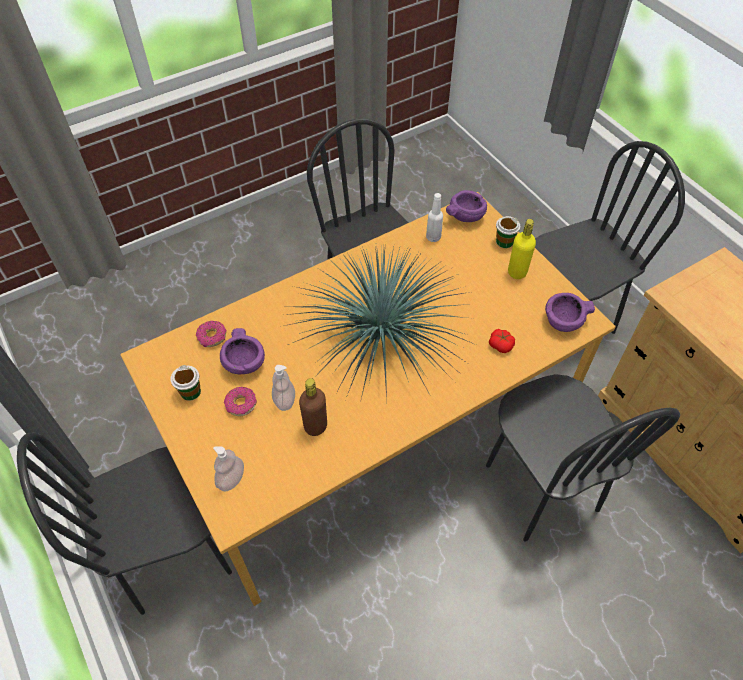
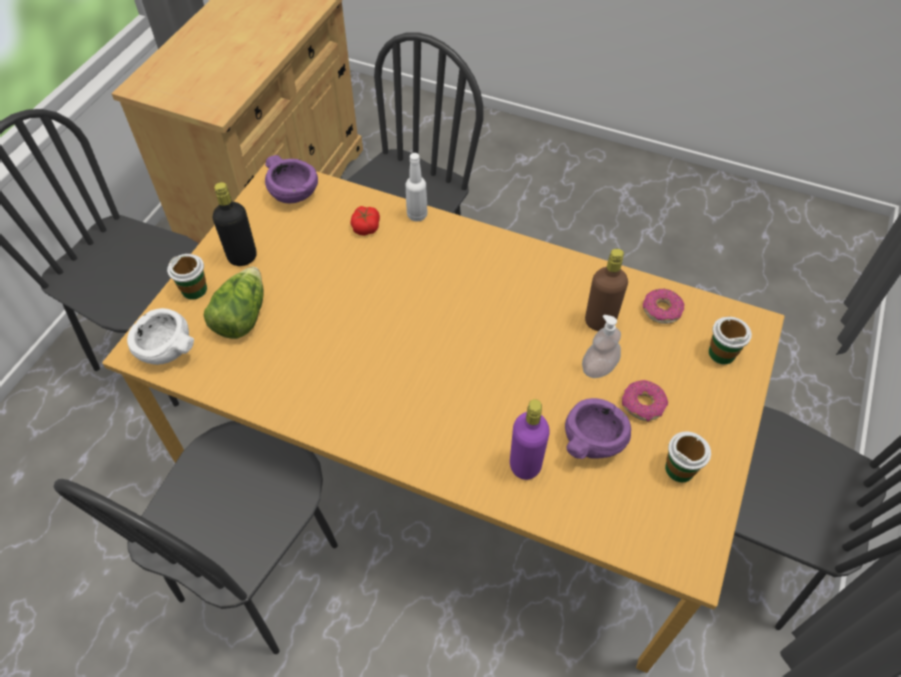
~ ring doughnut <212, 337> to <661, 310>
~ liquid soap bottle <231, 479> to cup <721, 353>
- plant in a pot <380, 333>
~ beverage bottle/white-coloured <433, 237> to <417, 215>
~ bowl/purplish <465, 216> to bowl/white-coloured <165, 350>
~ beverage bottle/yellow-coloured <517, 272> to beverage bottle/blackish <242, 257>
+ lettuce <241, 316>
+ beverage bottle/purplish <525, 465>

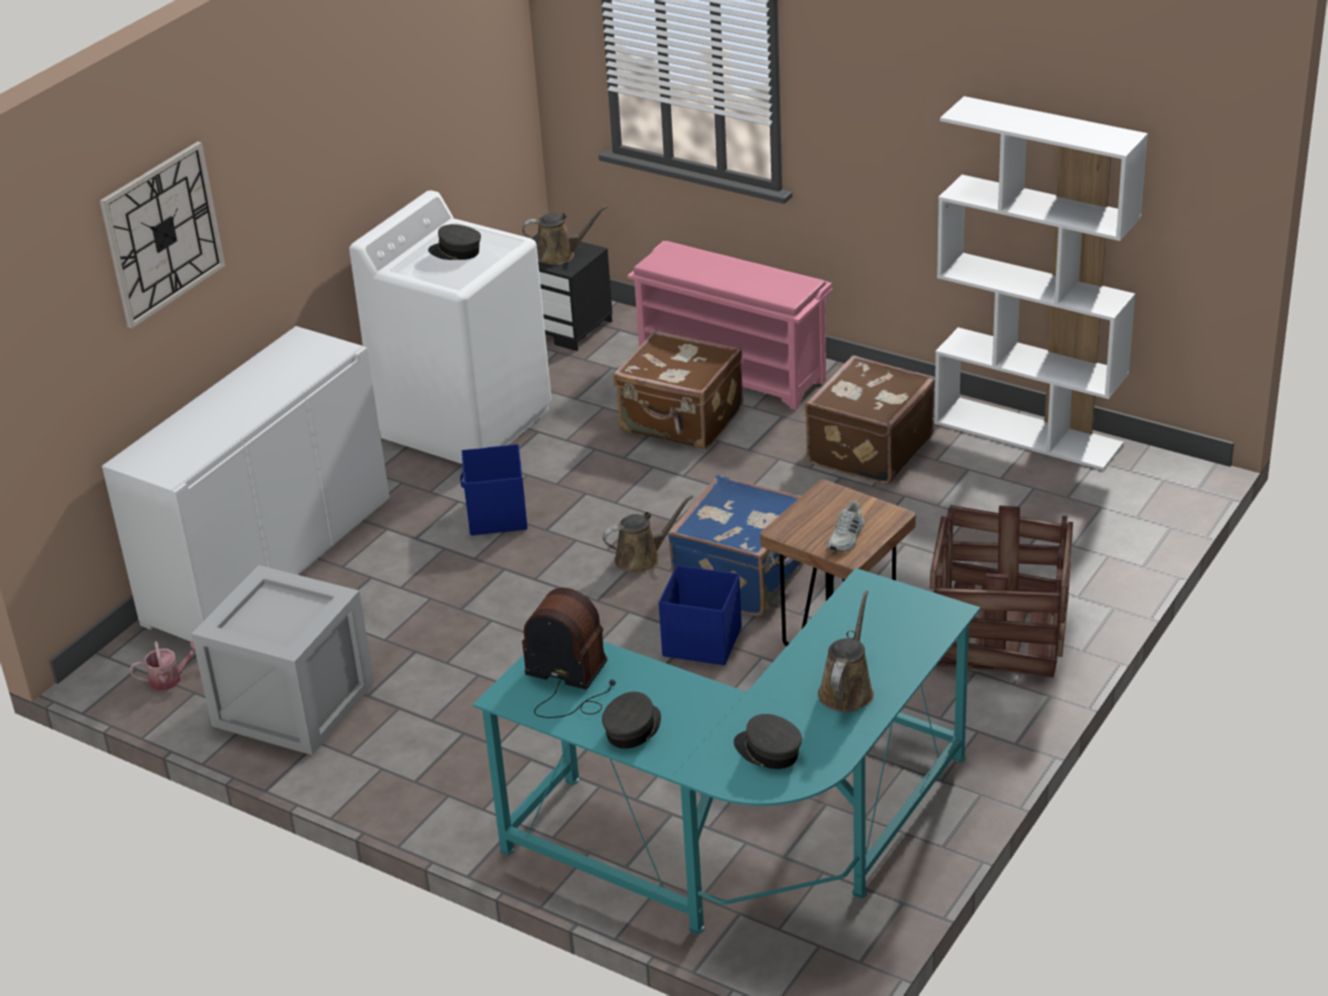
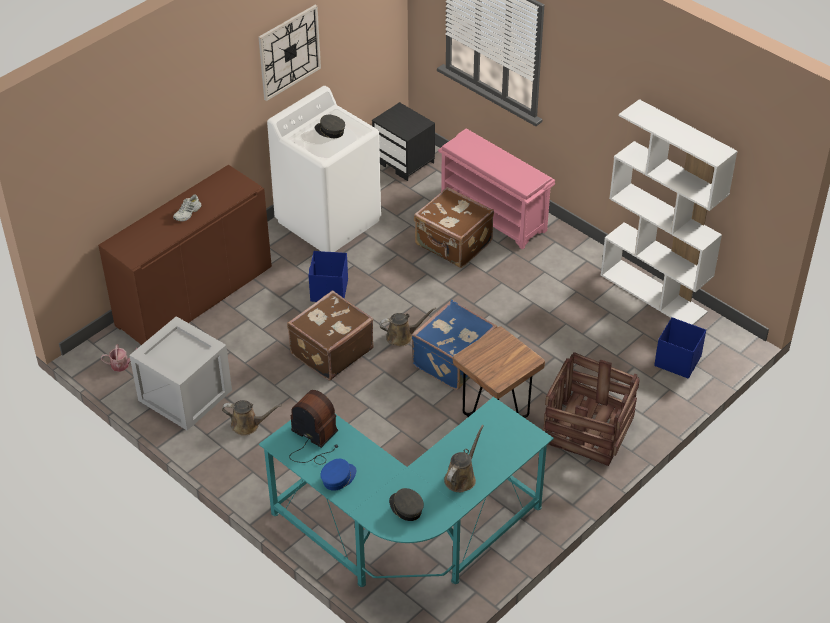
~ wall clock <162, 233> to <289, 52>
~ cupboard/white-coloured <269, 561> to cupboard/brown-coloured <194, 296>
~ watering pot/brown-coloured <559, 255> to <248, 425>
~ cap/gray <632, 729> to cap/blue-coloured <338, 478>
~ storage container/blue-coloured <701, 641> to <677, 361>
~ piece of luggage/brown-coloured <867, 450> to <330, 351>
~ shoe/white-coloured <847, 537> to <188, 213>

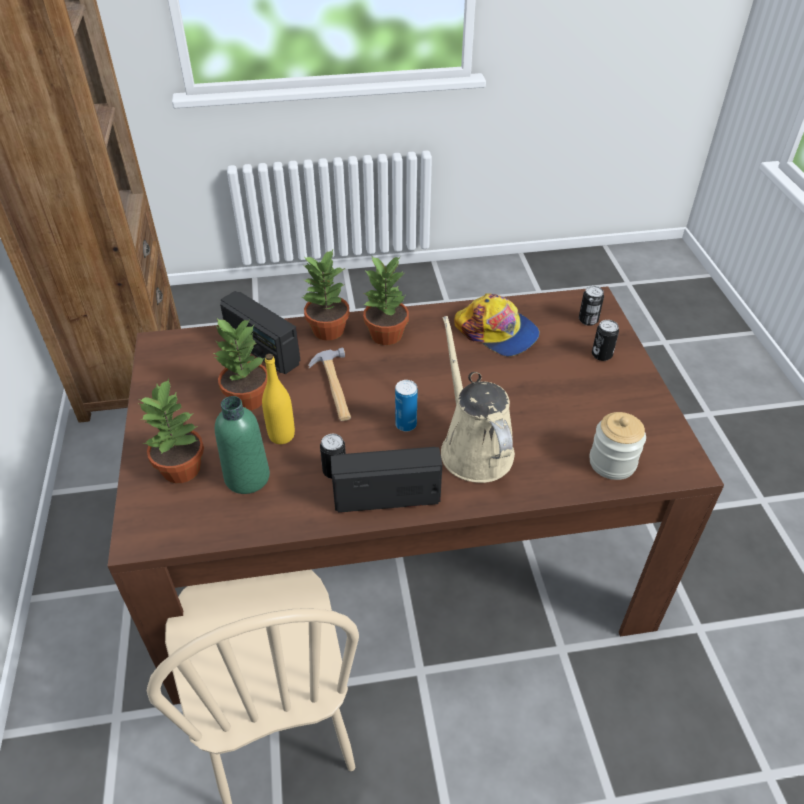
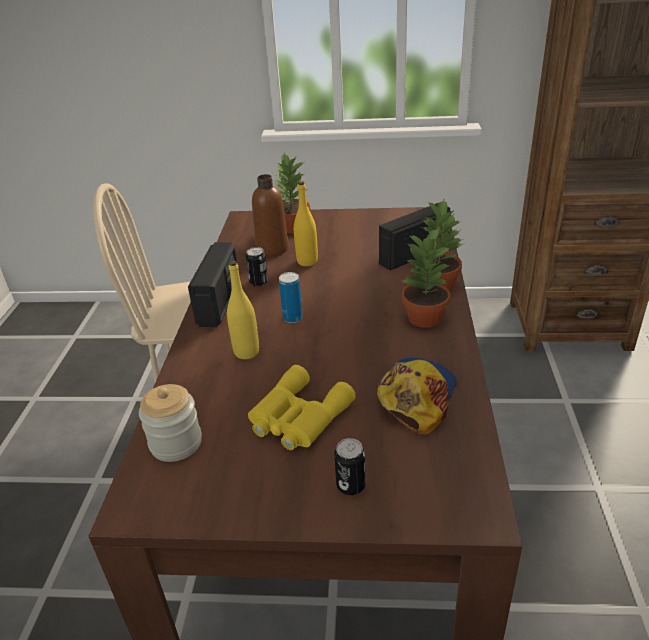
- plant in a pot <246, 399>
~ beverage bottle/green <247, 477> to beverage bottle/brown-coloured <272, 249>
- tool hammer <334, 387>
~ watering pot/sand-coloured <473, 447> to beverage bottle/yellow-coloured <246, 352>
~ cap <497, 332> = <416, 396> 150 degrees clockwise
- metal can <588, 320>
+ field glasses/yellow-coloured <297, 417>

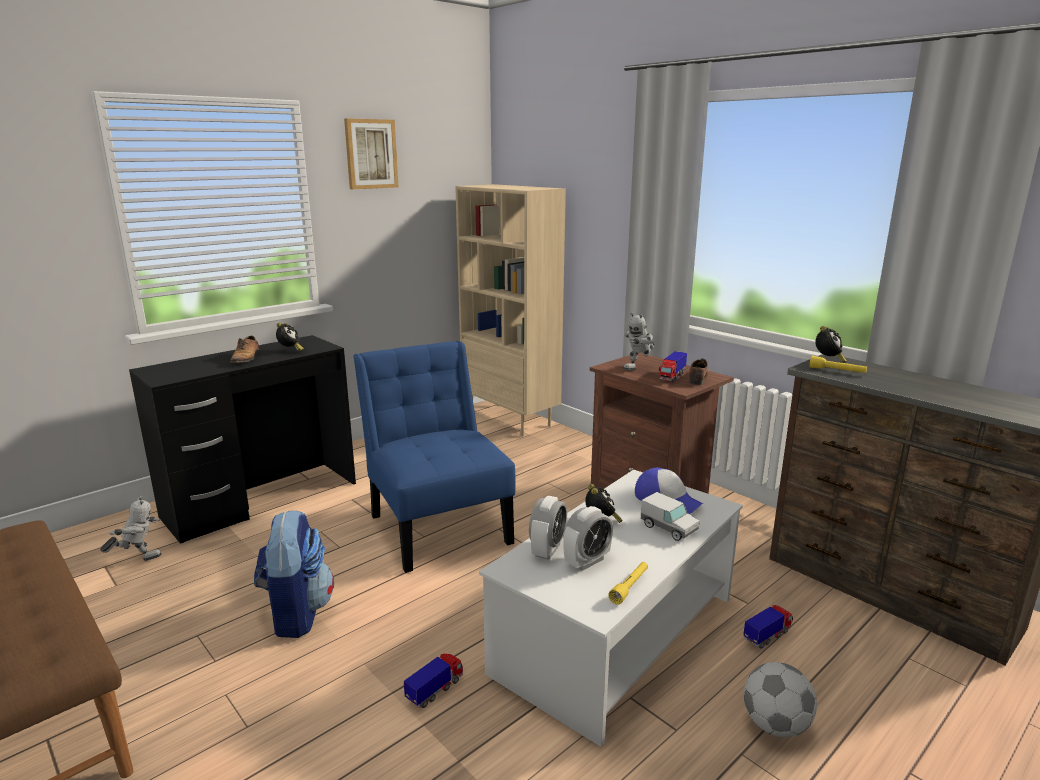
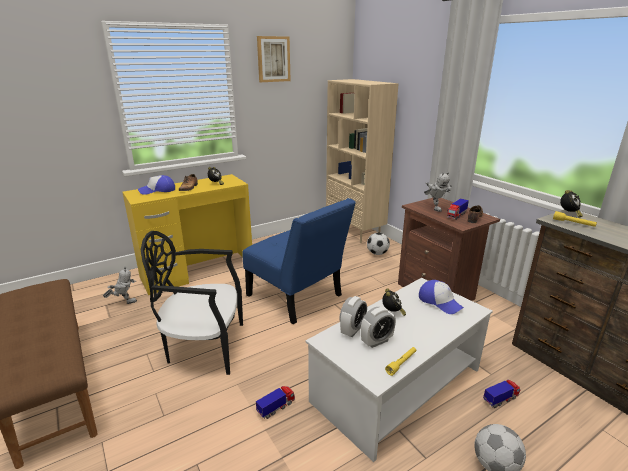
~ desk unit/blackish <261, 499> to desk unit/yellow-coloured <198, 271>
~ rucksack <296, 613> to upright chair/blackish <204, 347>
~ upright chair/blue-coloured <438, 525> = <297, 298> 150 degrees clockwise
~ toy robot <639, 368> = <435, 208> 75 degrees counterclockwise
- toy lorry <668, 528>
+ cap <158, 190>
+ football ball <377, 253>

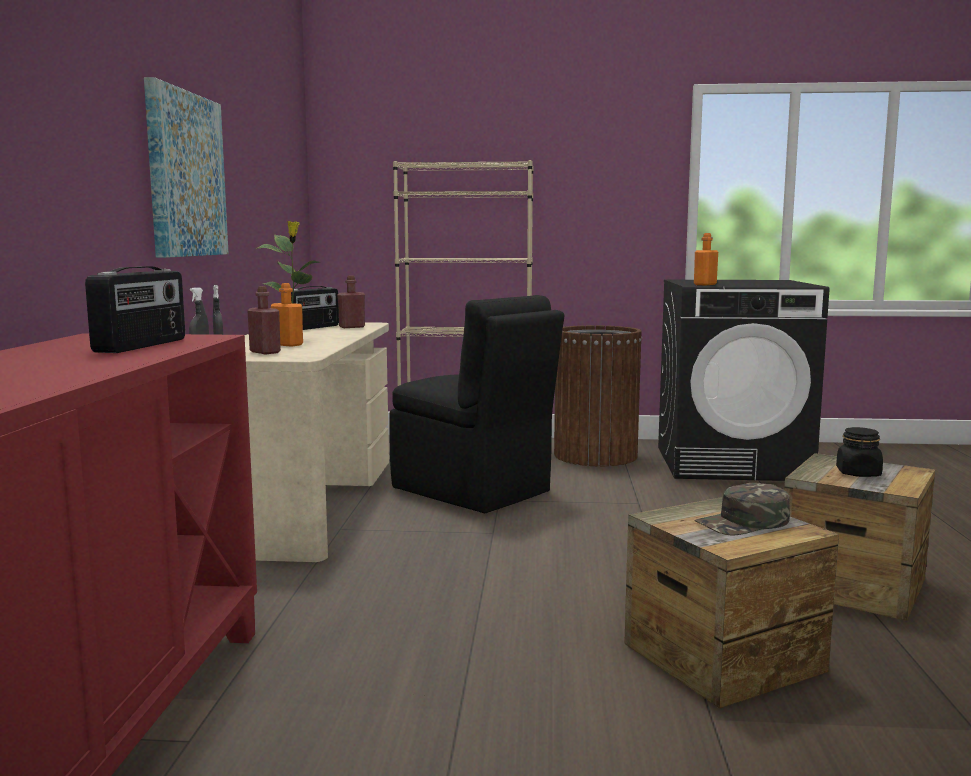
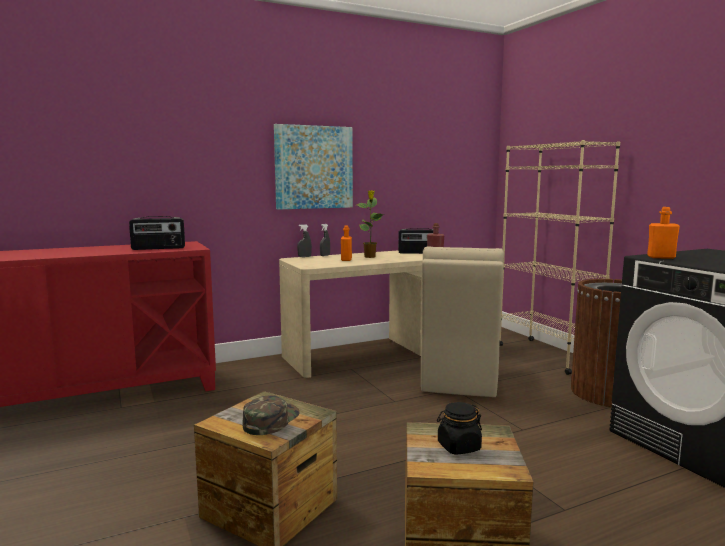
- beverage bottle/reddish <265, 352>
~ upright chair/blackish <473, 491> to upright chair/sand-coloured <459, 379>
~ cap/green <743, 523> = <270, 420> 75 degrees clockwise

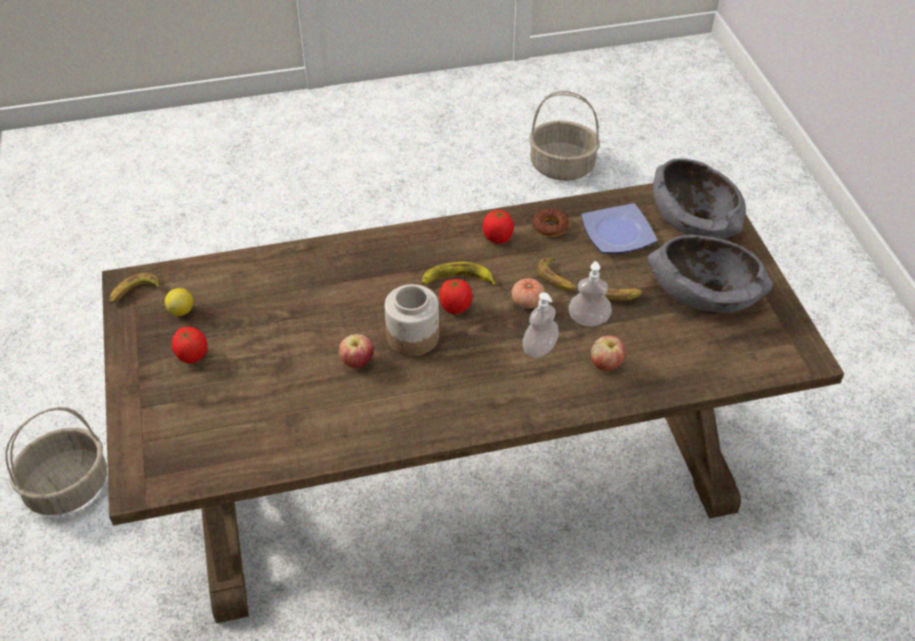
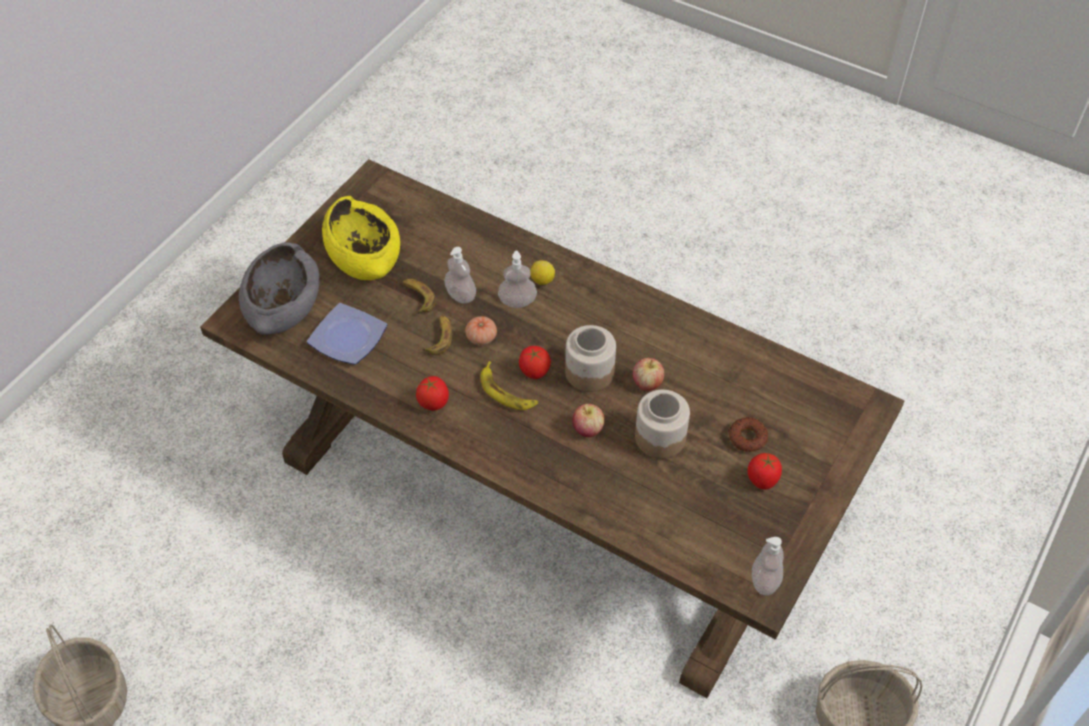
~ banana fruit <135, 293> to liquid soap bottle <765, 580>
~ whole lemon <181, 310> to <542, 280>
~ ring doughnut <550, 226> to <747, 438>
~ apple fruit <606, 364> to <588, 429>
~ bowl/gray <705, 292> to bowl/yellow-coloured <363, 255>
+ storage jar <660, 437>

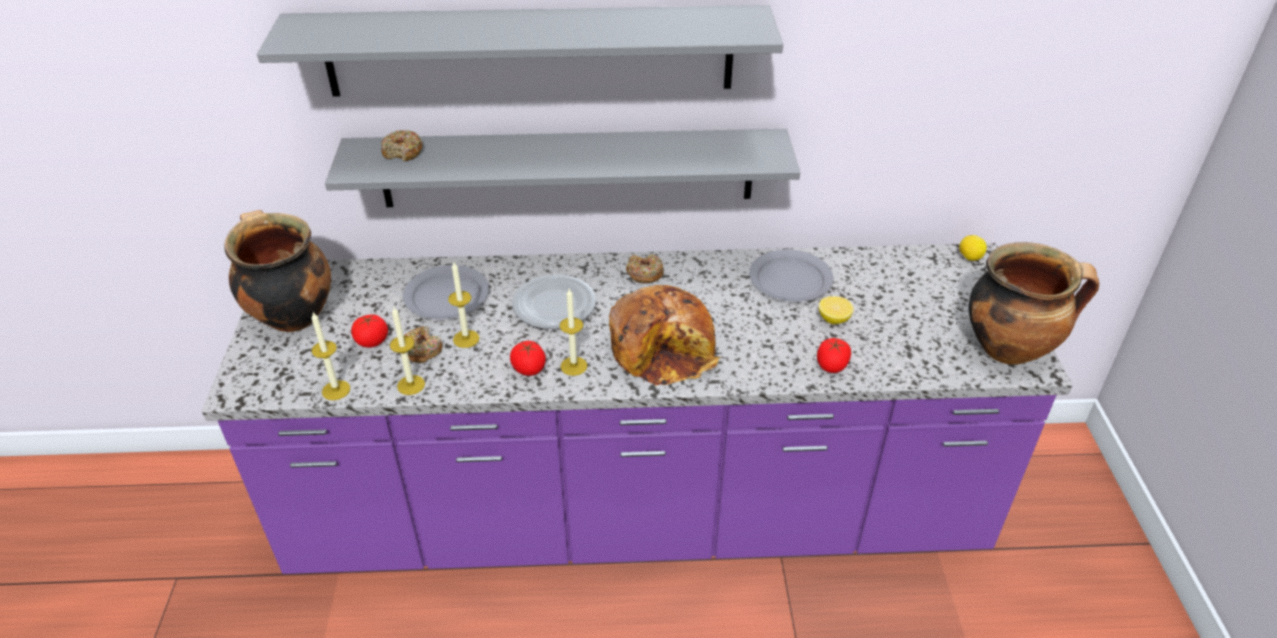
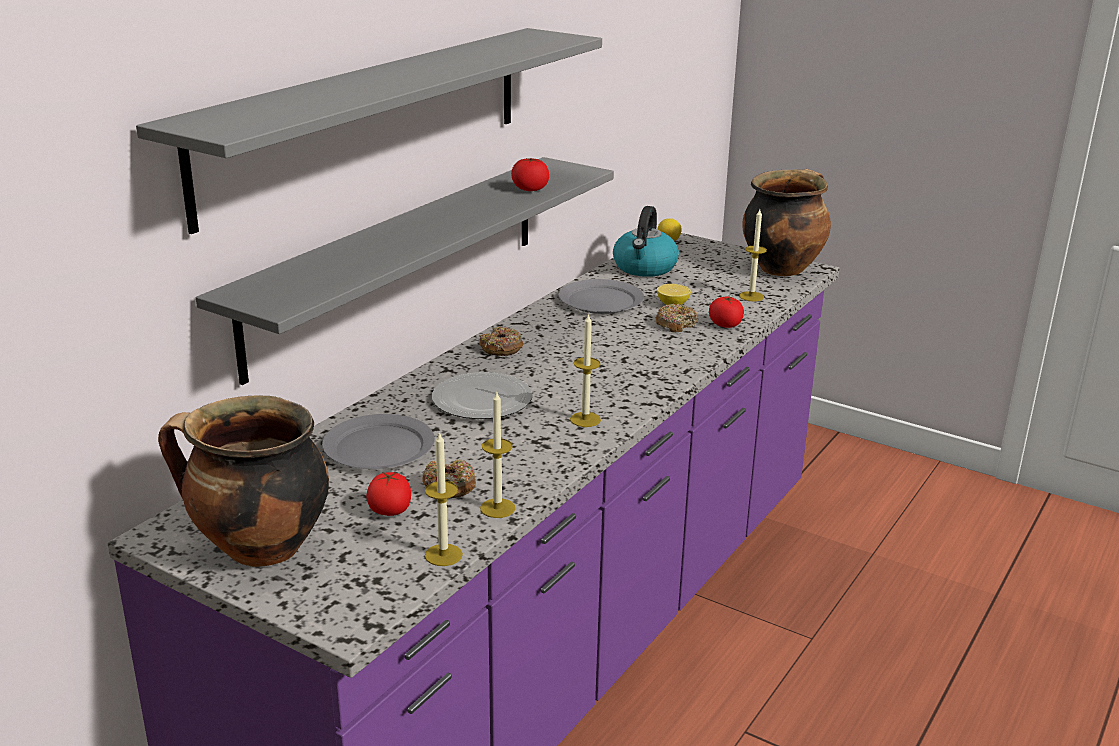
~ ring doughnut <403, 152> to <675, 324>
~ wax candle <466, 339> to <751, 296>
~ fresh tomato <529, 368> to <530, 189>
- baked bread <663, 348>
+ water kettle <645, 268>

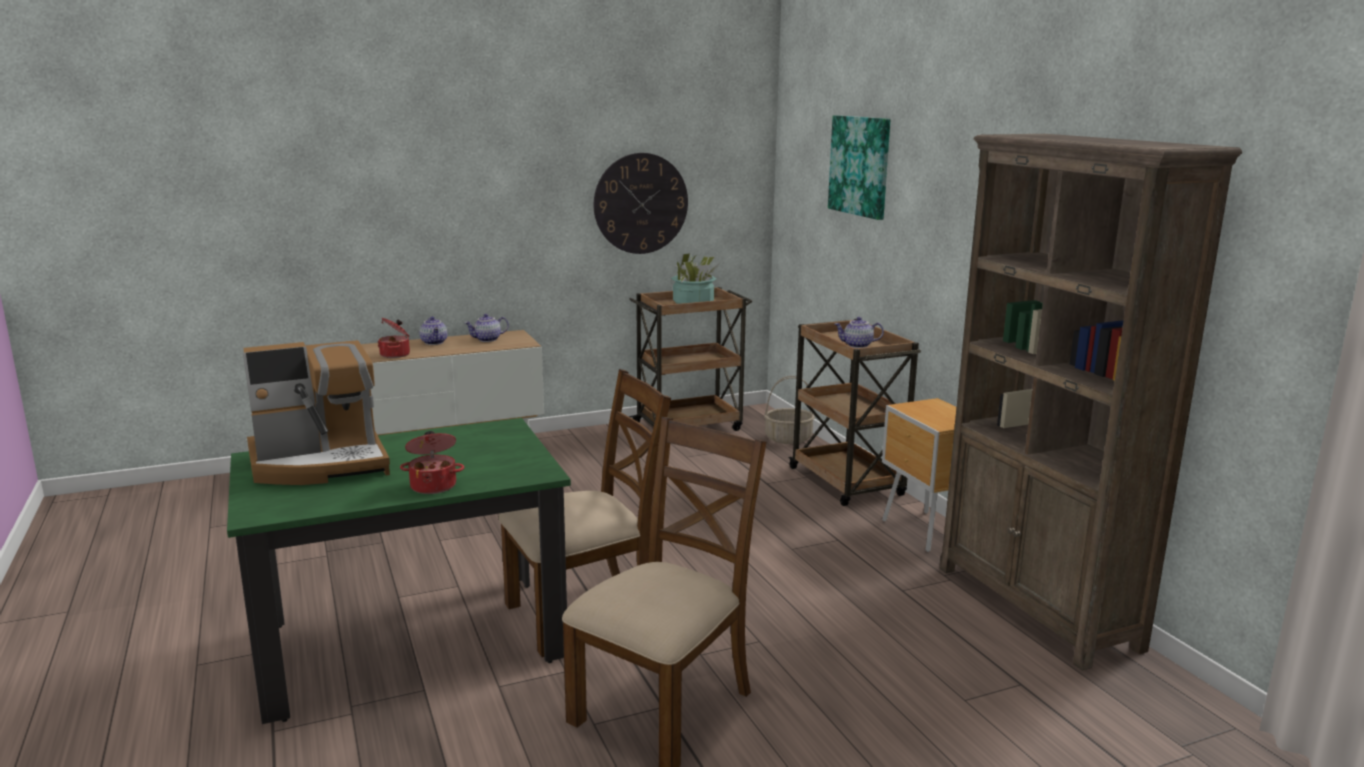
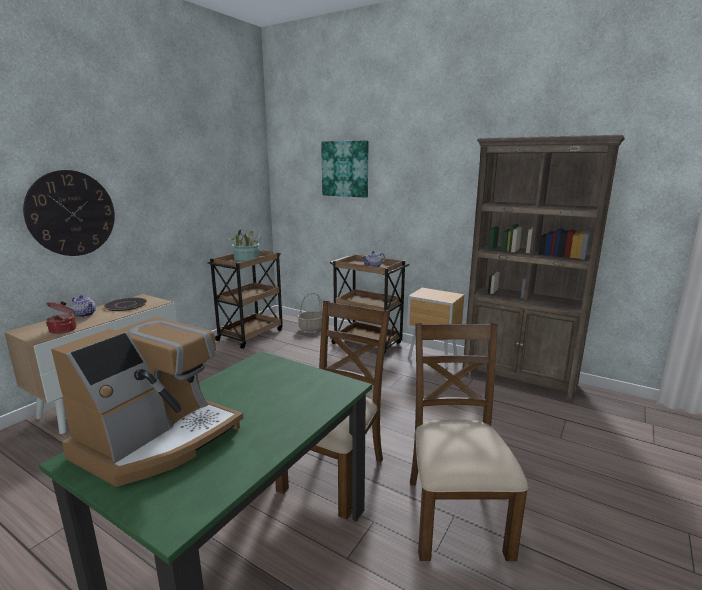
- stockpot <434, 485>
~ pot for tea <487, 340> to plate/blackish <126, 305>
~ wall clock <641, 203> to <71, 213>

